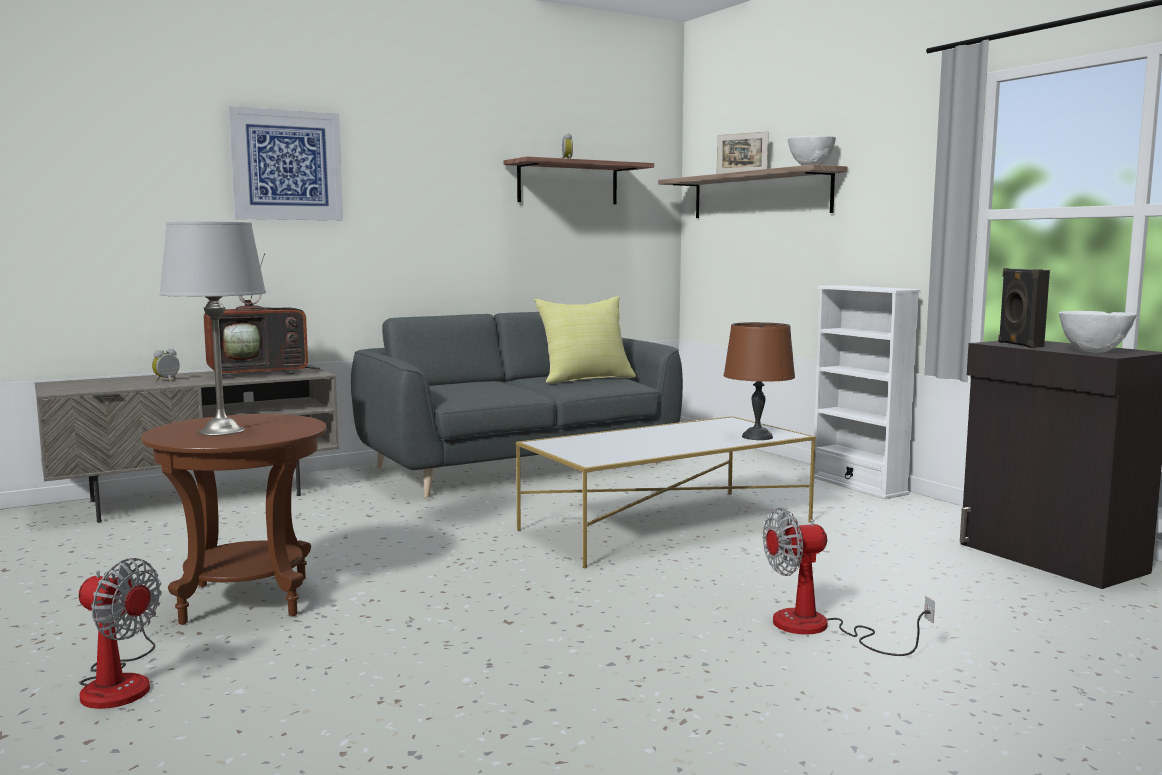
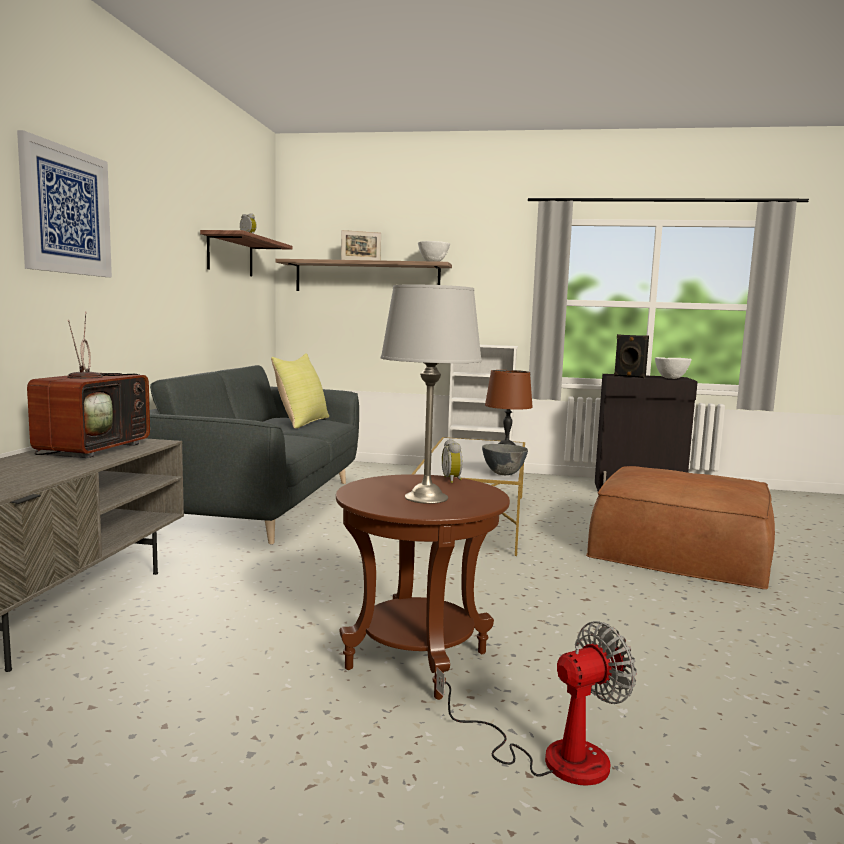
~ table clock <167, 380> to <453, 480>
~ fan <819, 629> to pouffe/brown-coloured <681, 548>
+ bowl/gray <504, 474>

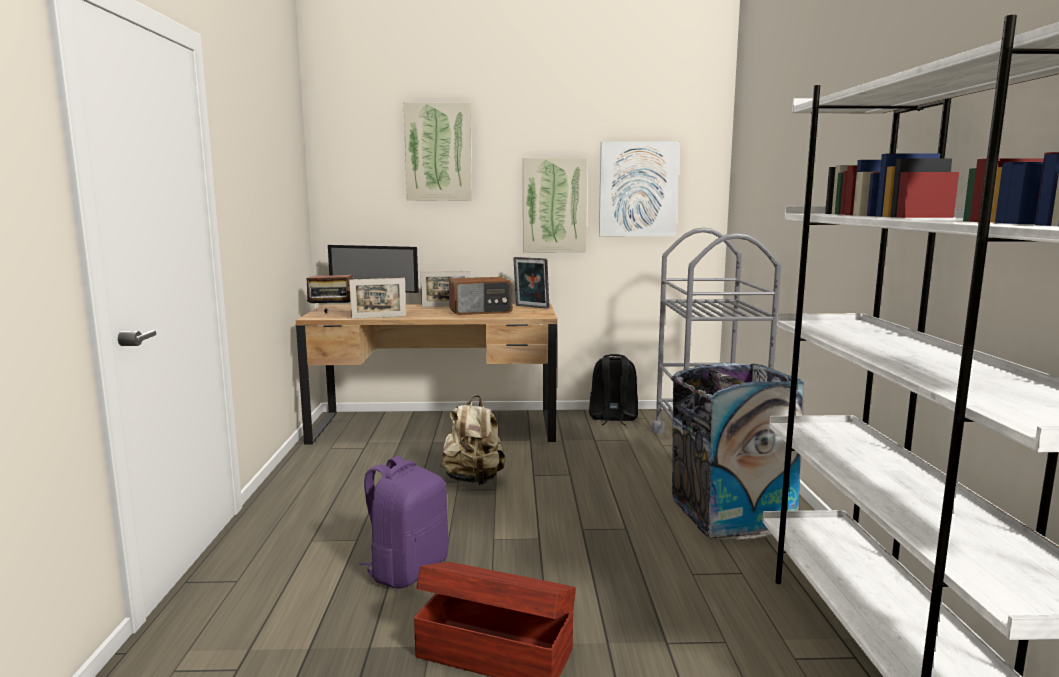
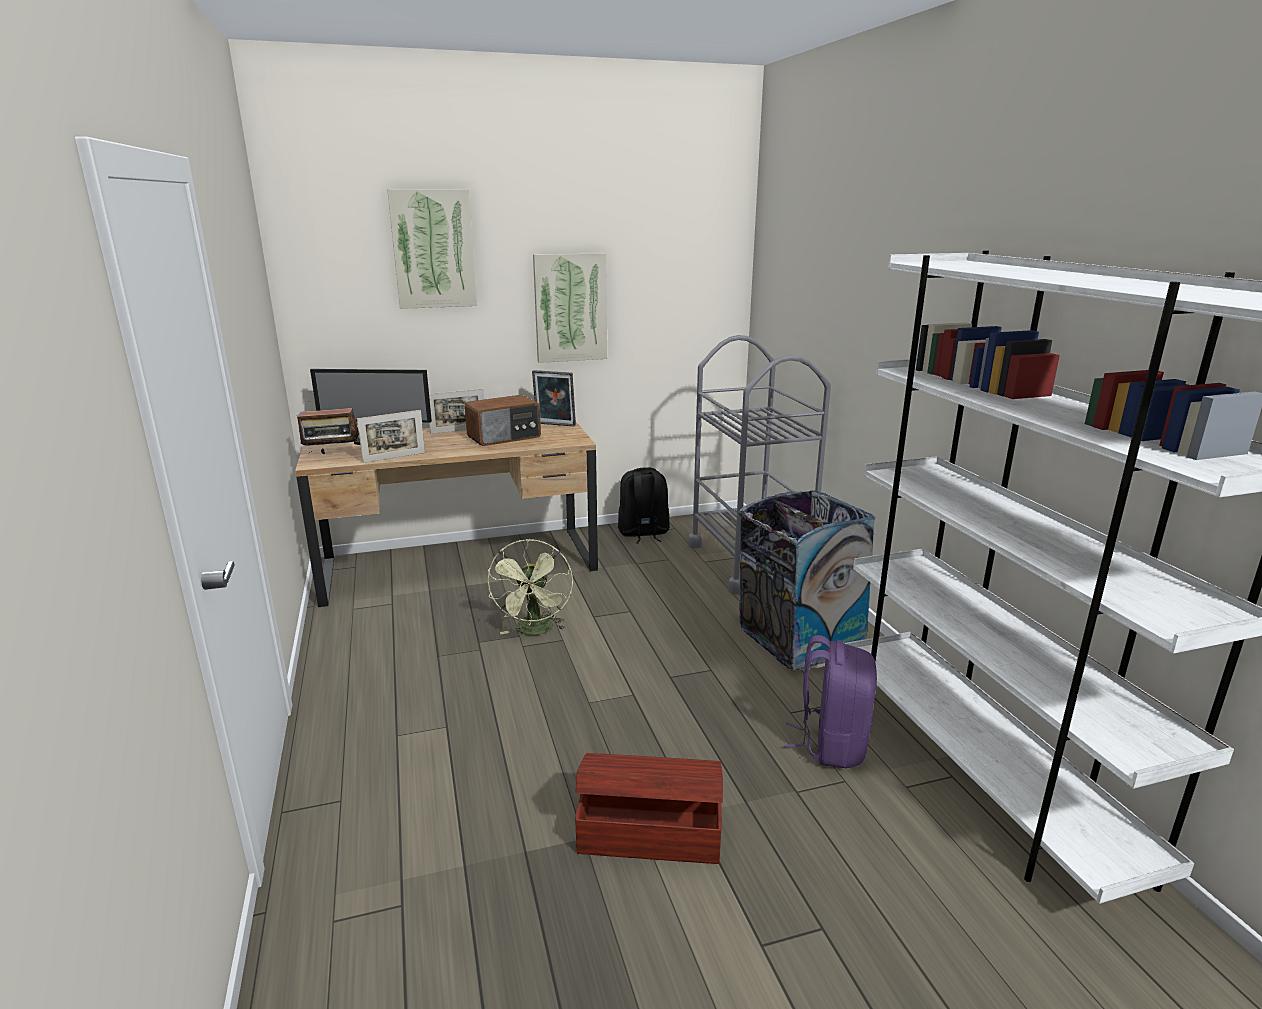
~ rucksack/purplish <407, 570> to <831, 744>
~ rucksack/sand-coloured <474, 480> to fan/green <535, 631>
- picture <638, 189>

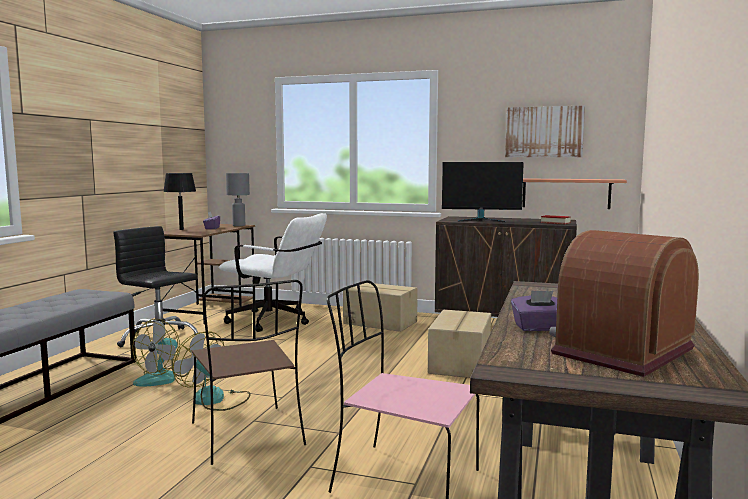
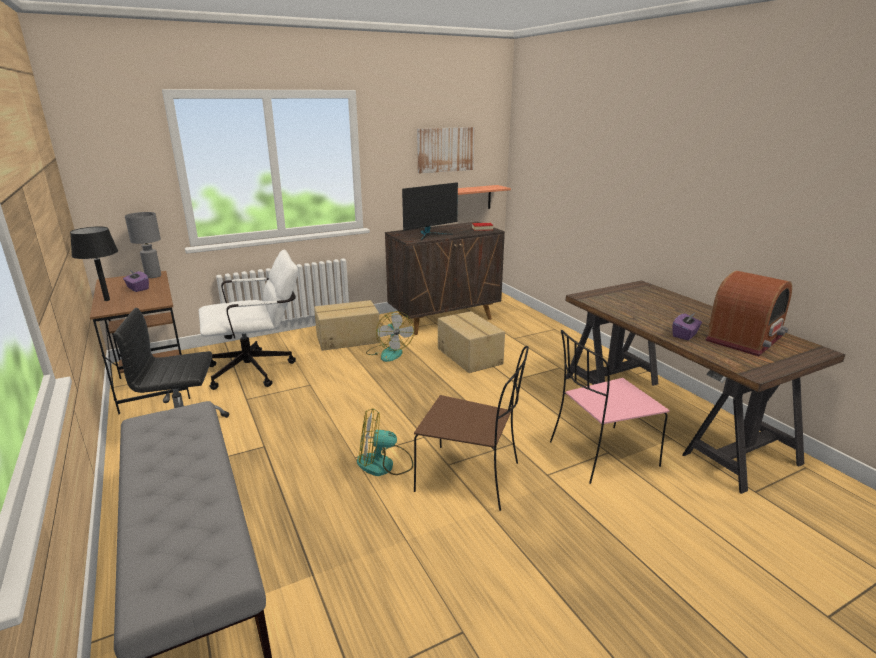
~ fan <162, 378> to <389, 352>
~ radio set <621, 351> = <744, 339> 135 degrees counterclockwise

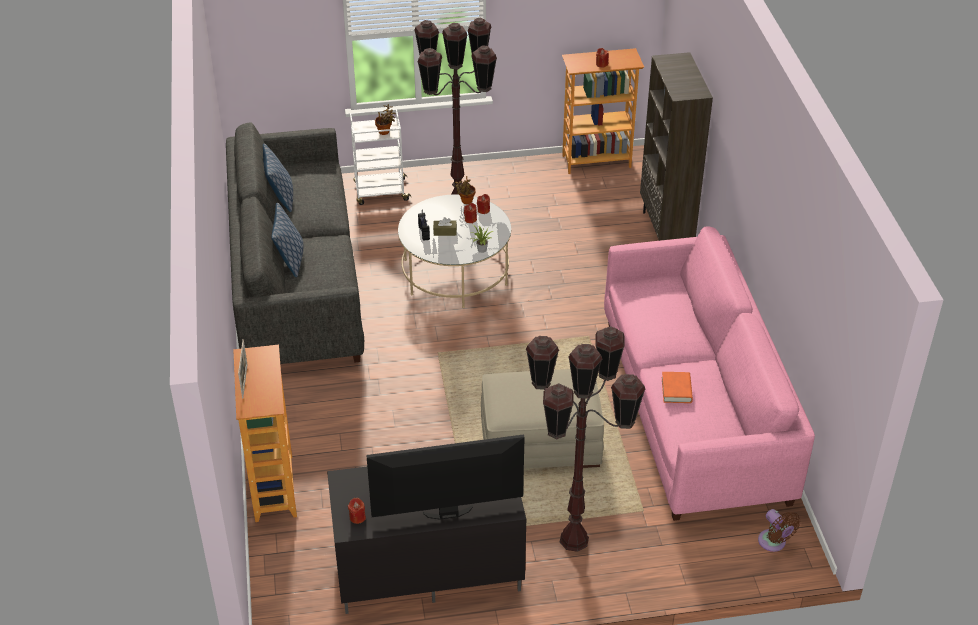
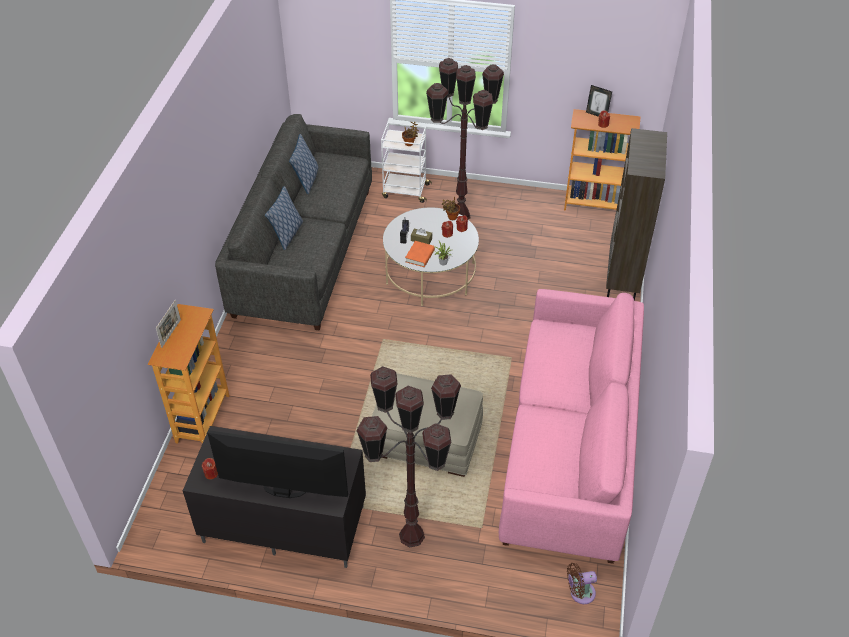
~ book/orange <676, 390> to <420, 256>
~ fan/brown-coloured <774, 543> = <580, 593> 90 degrees clockwise
+ photo frame <597, 114>

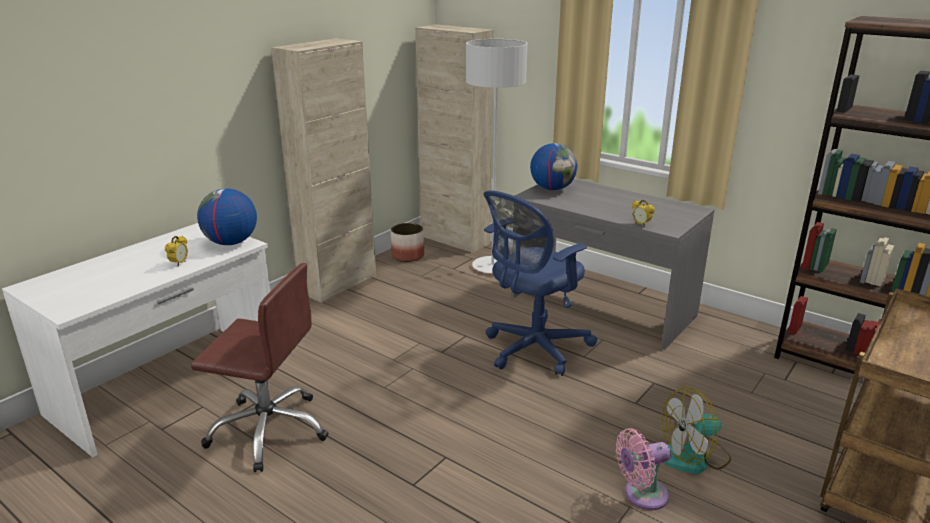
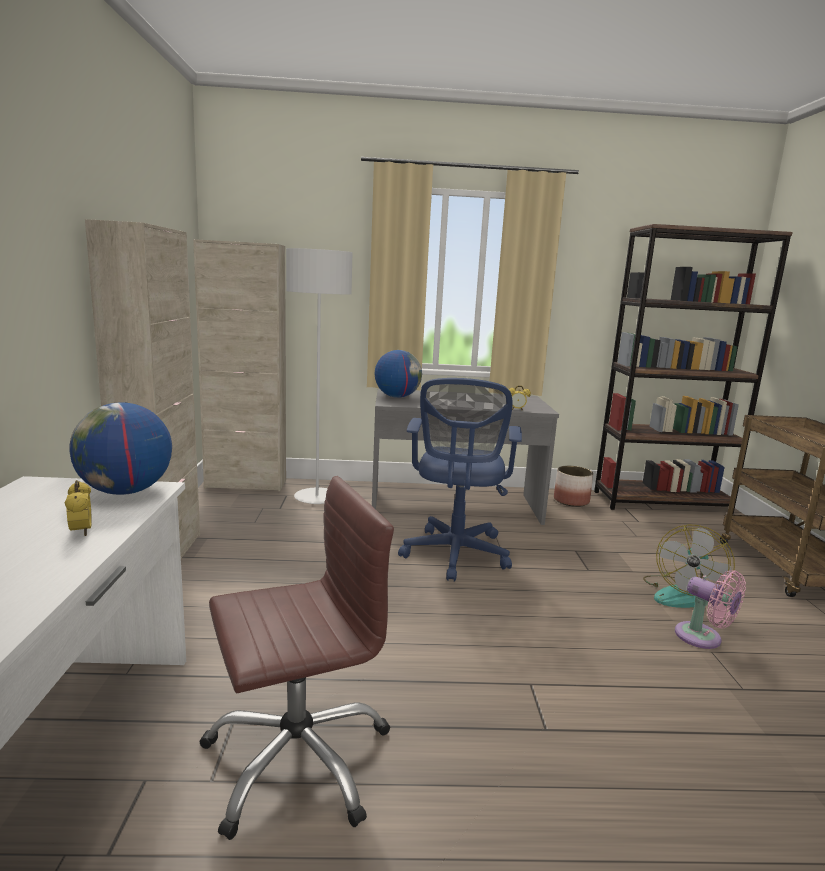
~ planter <408, 256> to <571, 501>
~ fan/pinkish <641, 495> = <703, 638> 75 degrees counterclockwise

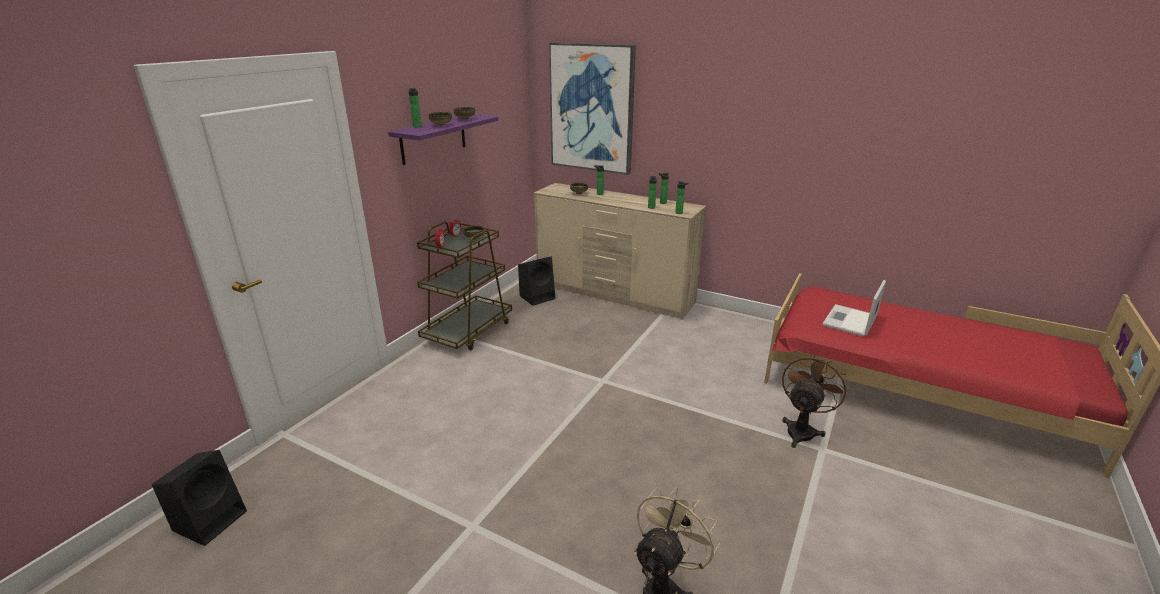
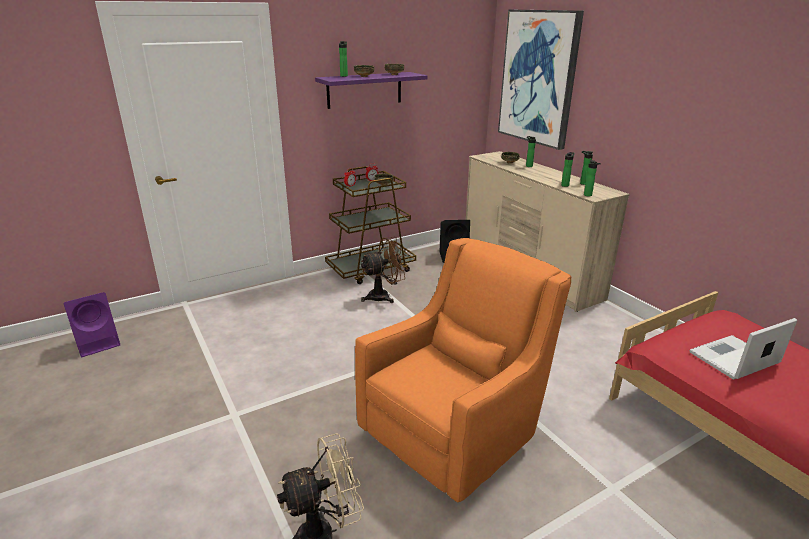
~ speaker/blackish <211, 519> to speaker/purplish <99, 342>
~ fan/brown-coloured <802, 430> to <384, 296>
+ lounge chair/orange <456, 433>

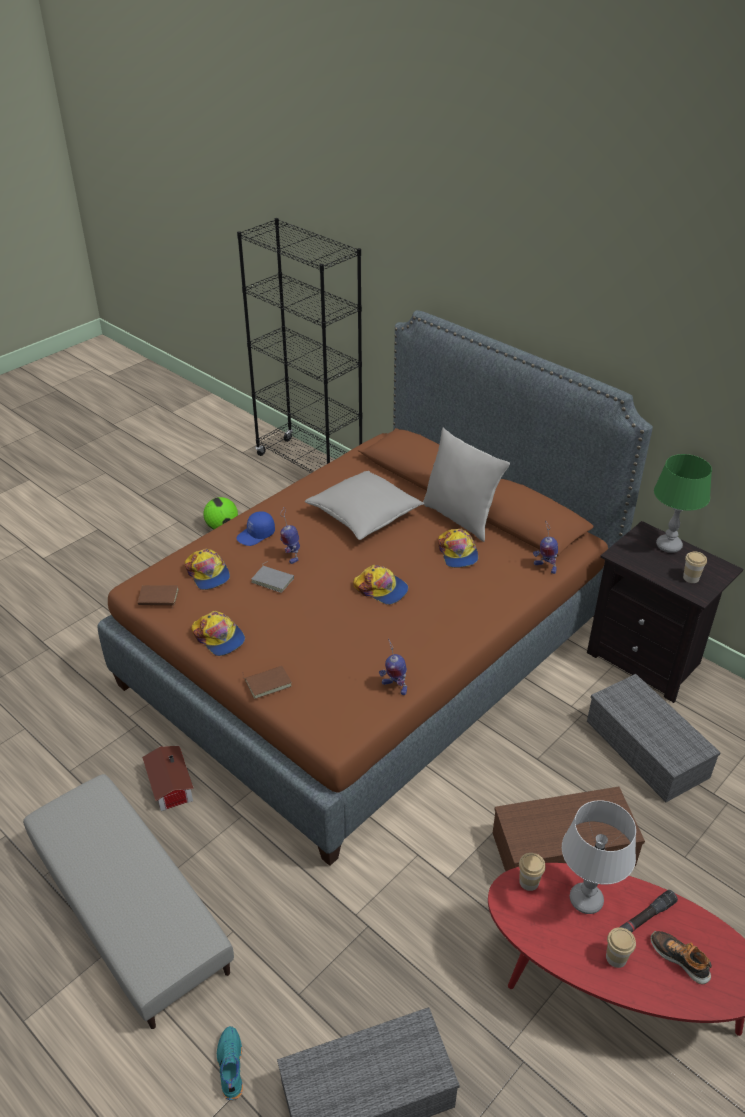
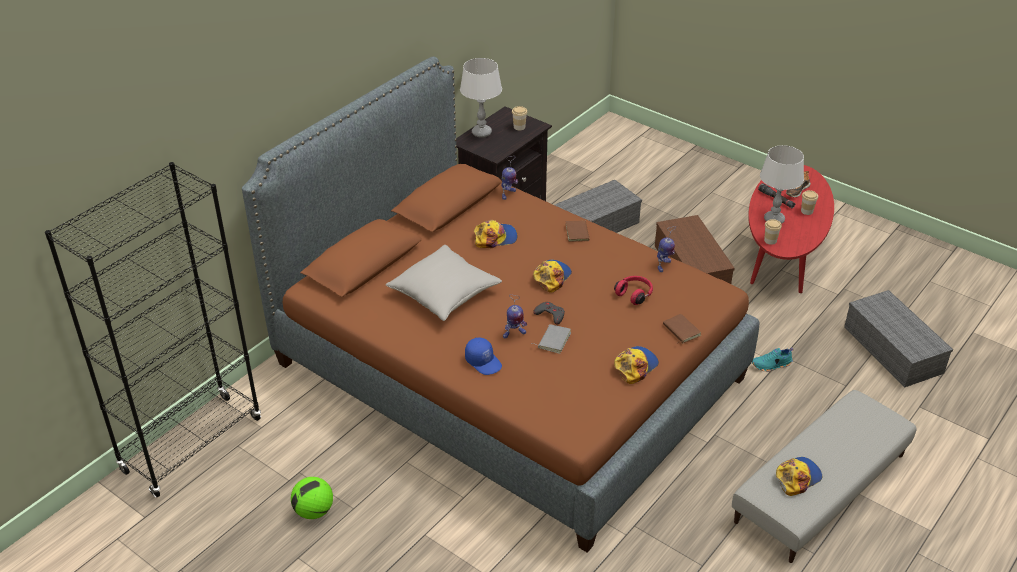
~ book/brown-coloured <158, 598> to <578, 233>
- model house <169, 786>
~ cap <208, 574> to <797, 477>
~ shoe/turquoise <230, 1066> to <771, 365>
- cushion/gray <460, 517>
~ lamp for a table/green <669, 546> to lamp for a table/gray <481, 133>
+ gamepad/gray <550, 315>
+ pair of headphones/reddish <634, 294>

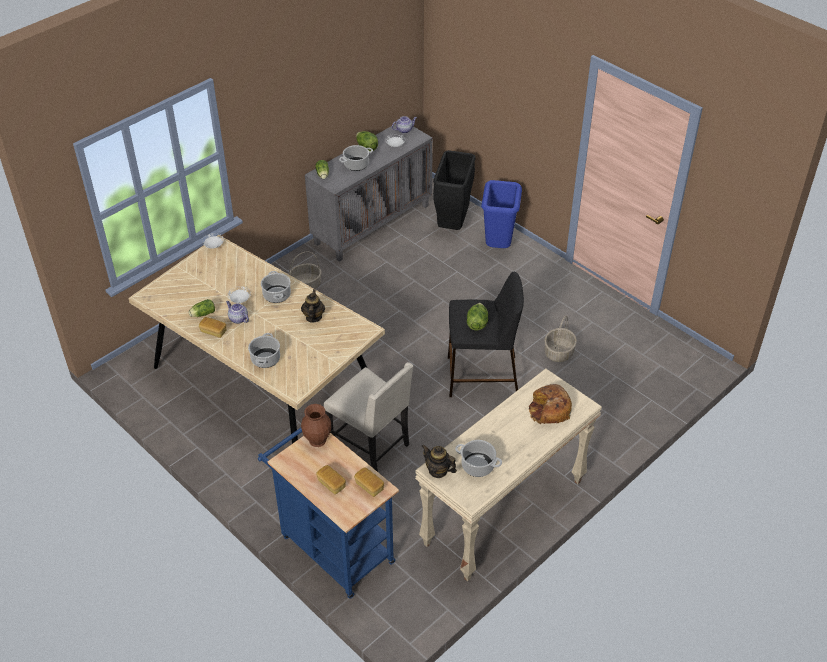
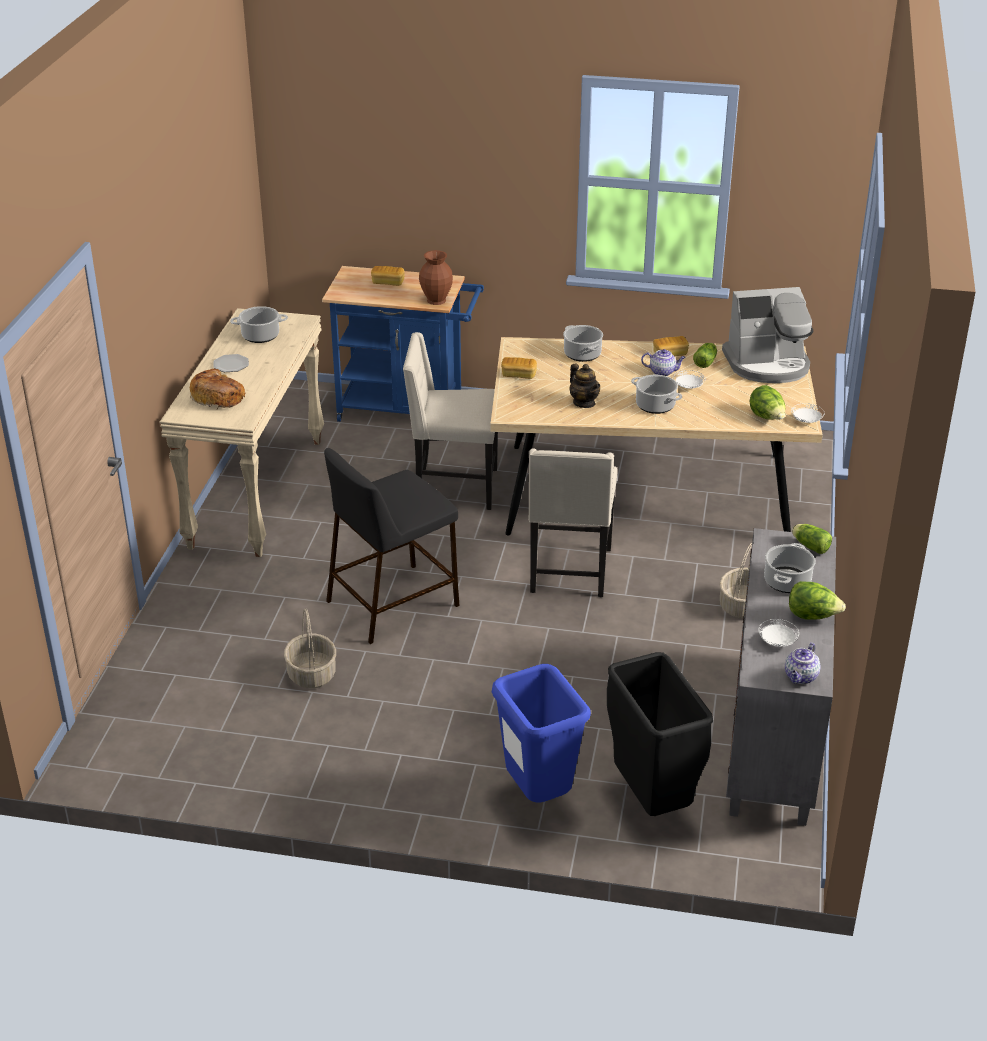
~ baked bread <369, 486> to <518, 375>
- pot for tea <438, 471>
~ lettuce <477, 323> to <767, 418>
+ plate <231, 365>
+ upright chair/sand-coloured <569, 572>
+ coffee maker <767, 364>

